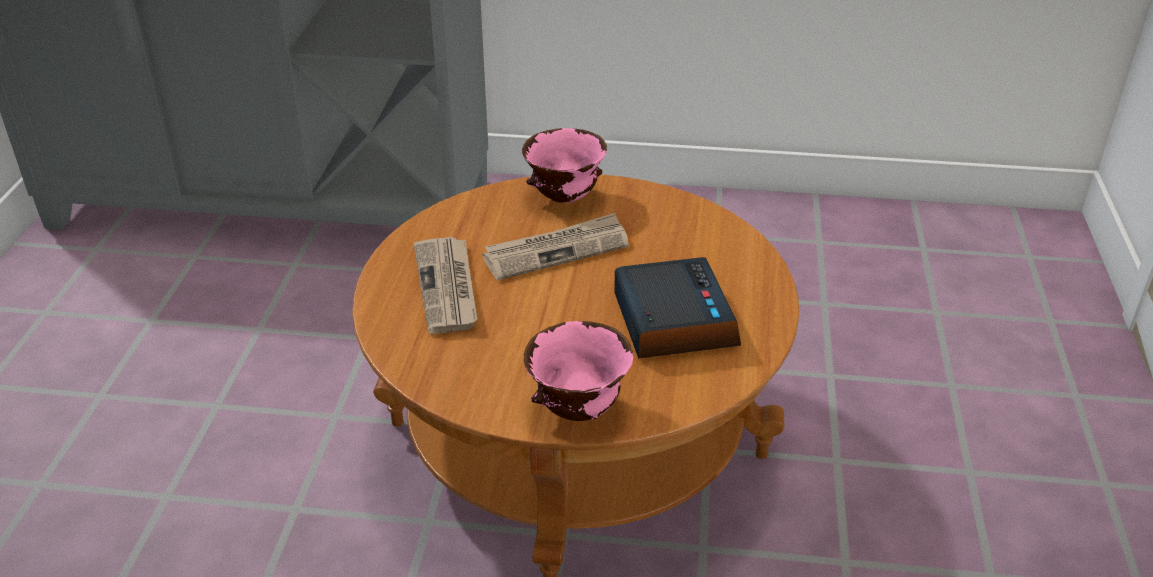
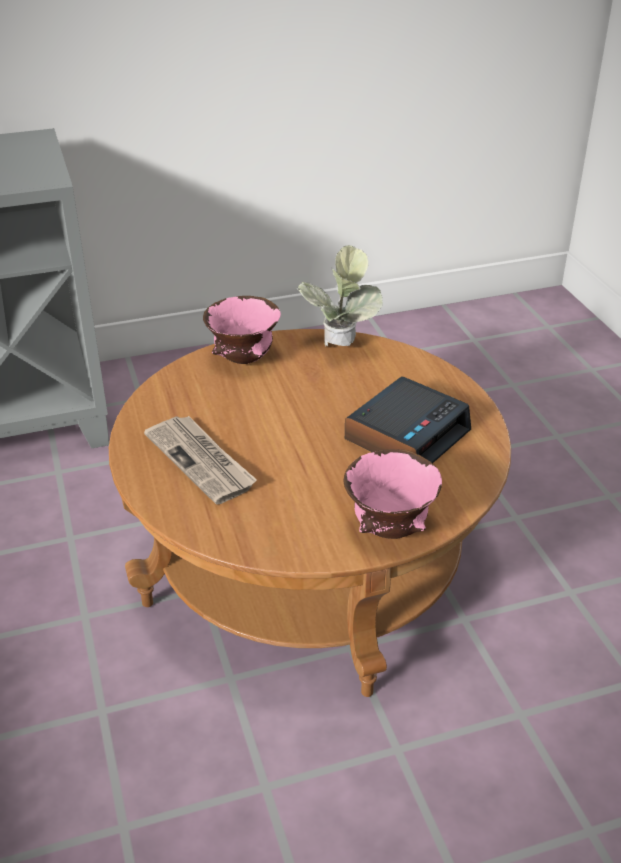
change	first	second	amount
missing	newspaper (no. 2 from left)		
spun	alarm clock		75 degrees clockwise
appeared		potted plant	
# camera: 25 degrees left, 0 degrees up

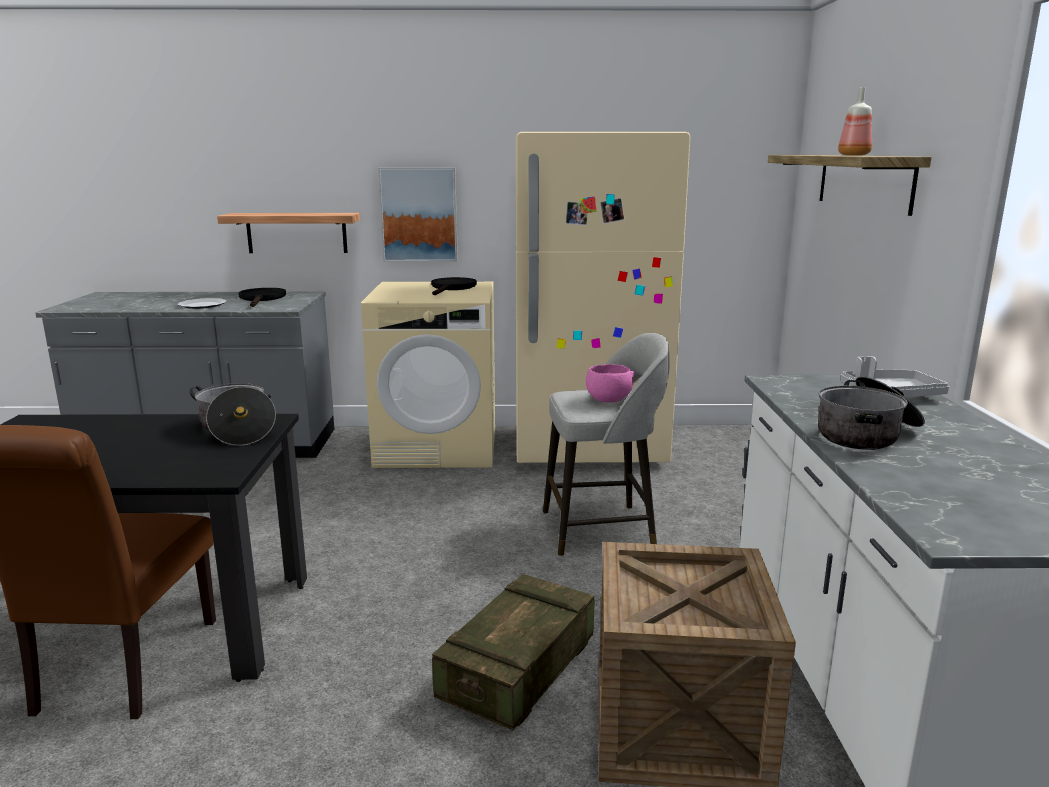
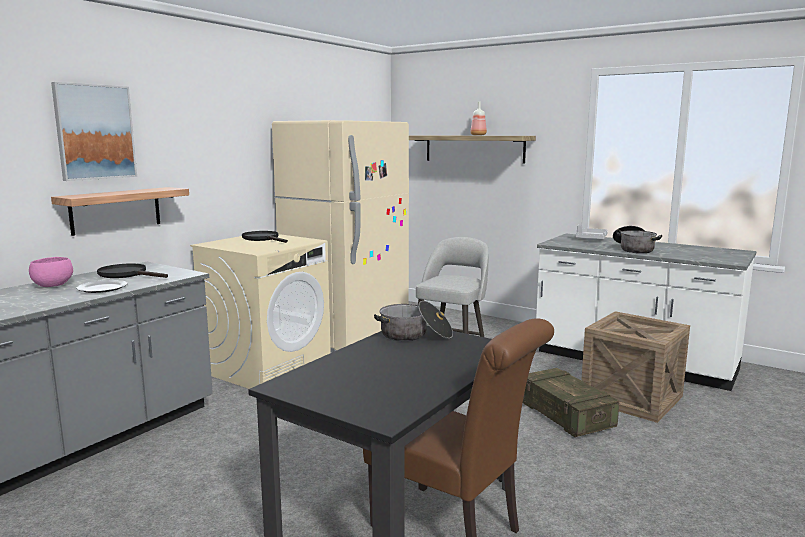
change	first	second	amount
relocated	picture		
relocated	bowl (pink)		
# camera: 55 degrees left, 5 degrees down

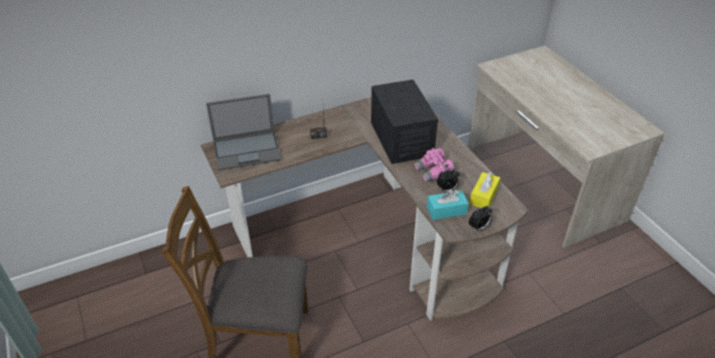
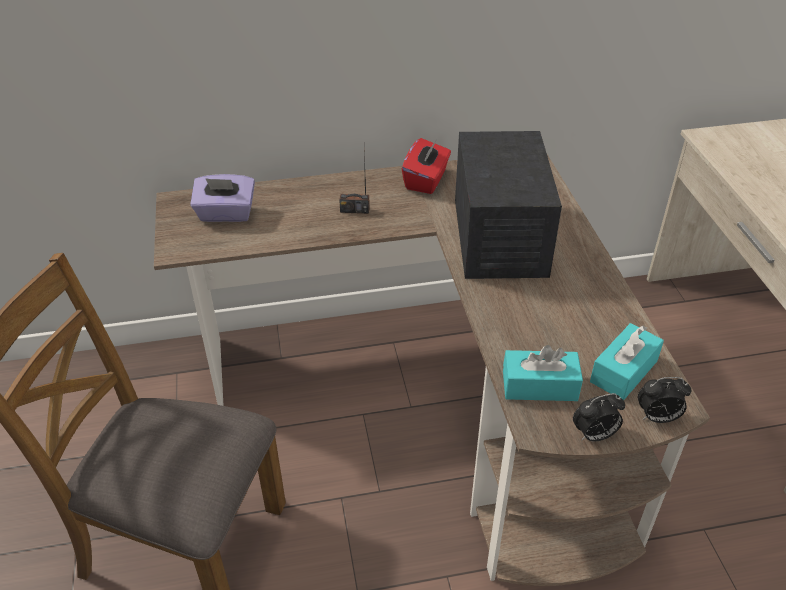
change	first	second	amount
exchanged	laptop	tissue box (purple)	
missing	binoculars (pink)		
relocated	alarm clock (no. 1 from left in the first image)	alarm clock (no. 2 from left)	
colour	tissue box (yellow)	tissue box (turquoise) (no. 2 from left)	
appeared		tissue box (red)	
# camera: 15 degrees right, 0 degrees up

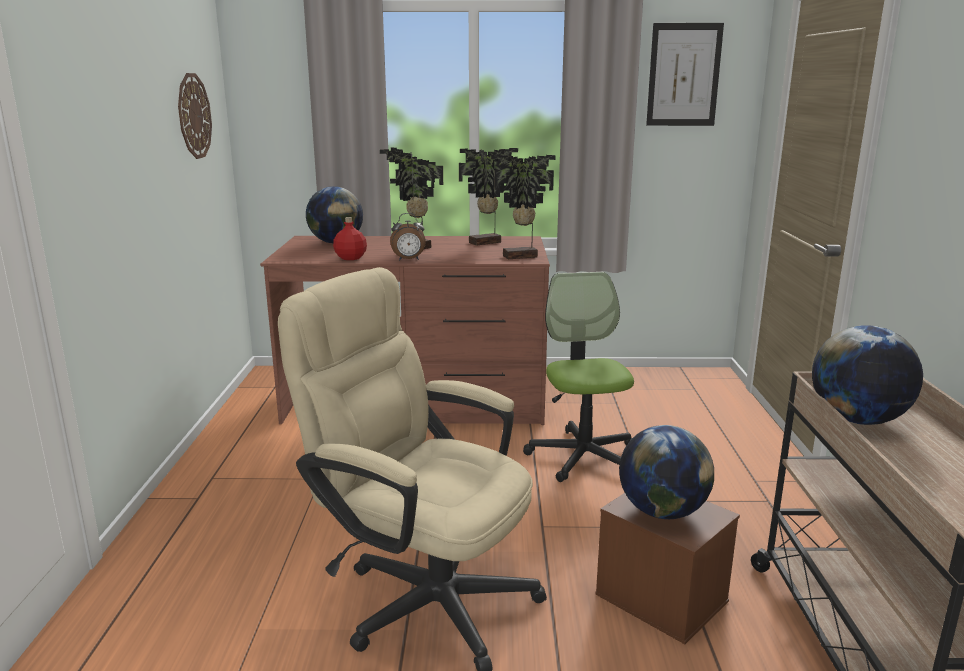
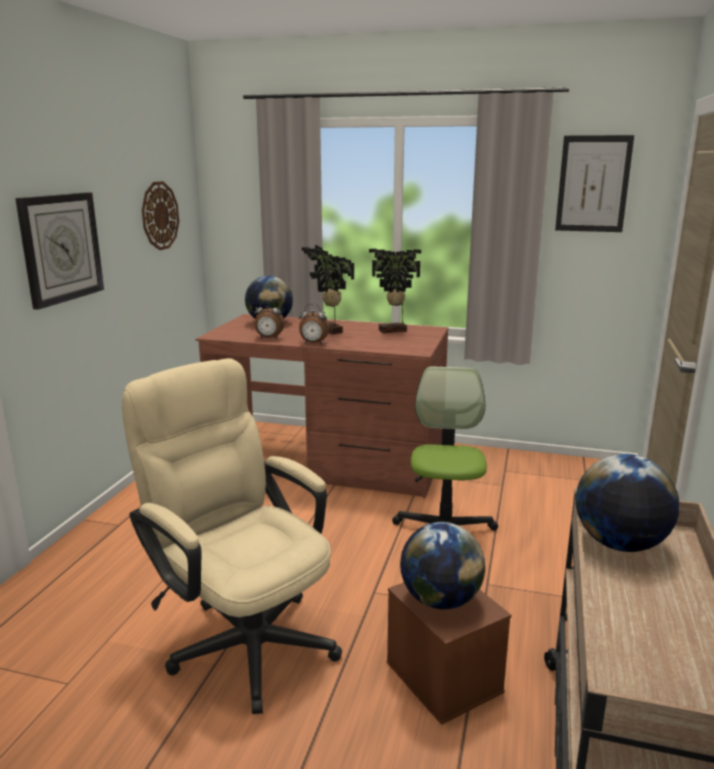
change	first	second	amount
missing	potted plant (no. 3 from left)		
exchanged	bottle (red)	alarm clock (no. 1 from left)	
appeared		wall clock (no. 1 from left)	
# camera: 15 degrees right, 0 degrees up

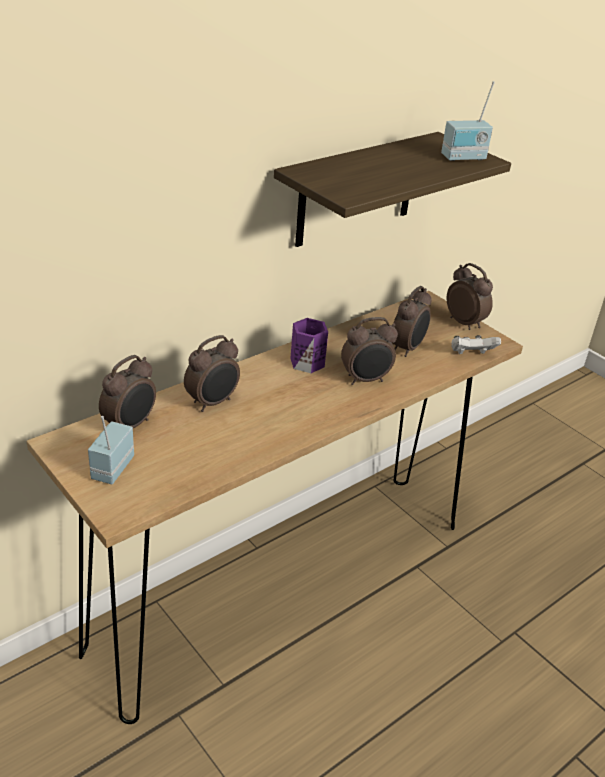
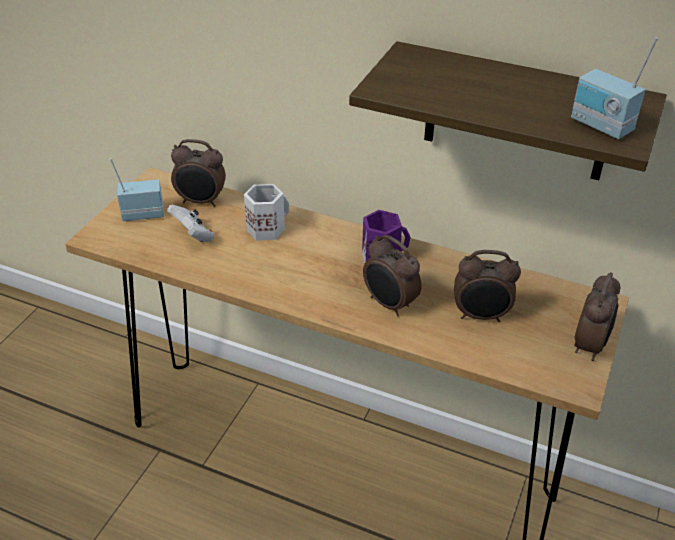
change	first	second	amount
exchanged	alarm clock (no. 2 from left)	mug (white)	
relocated	game controller (white)		
# camera: 65 degrees right, 5 degrees up

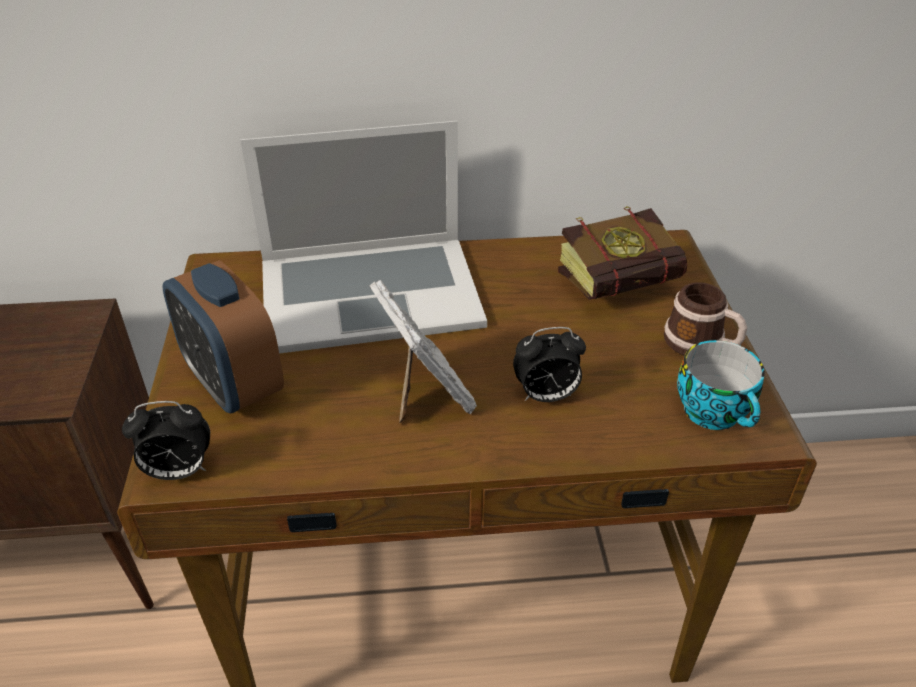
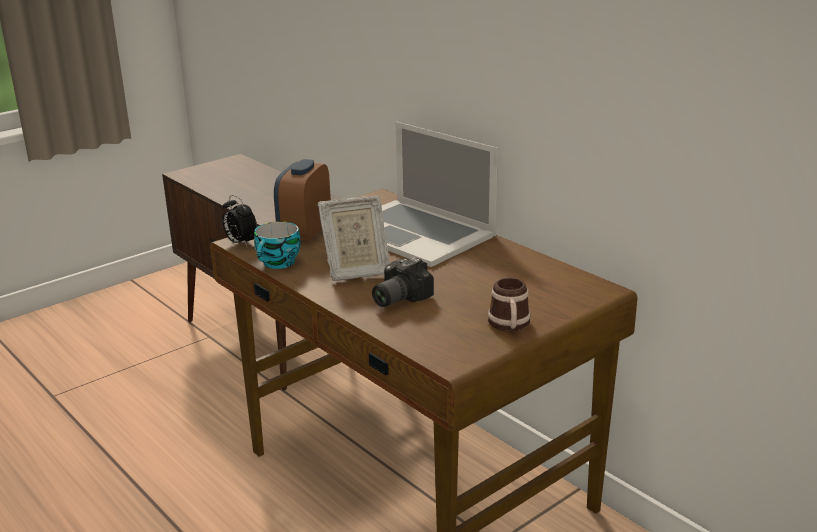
change	first	second	amount
missing	book		
spun	picture frame		45 degrees clockwise
exchanged	alarm clock (no. 3 from left)	photo camera	
relocated	cup		
# camera: 55 degrees right, 15 degrees down

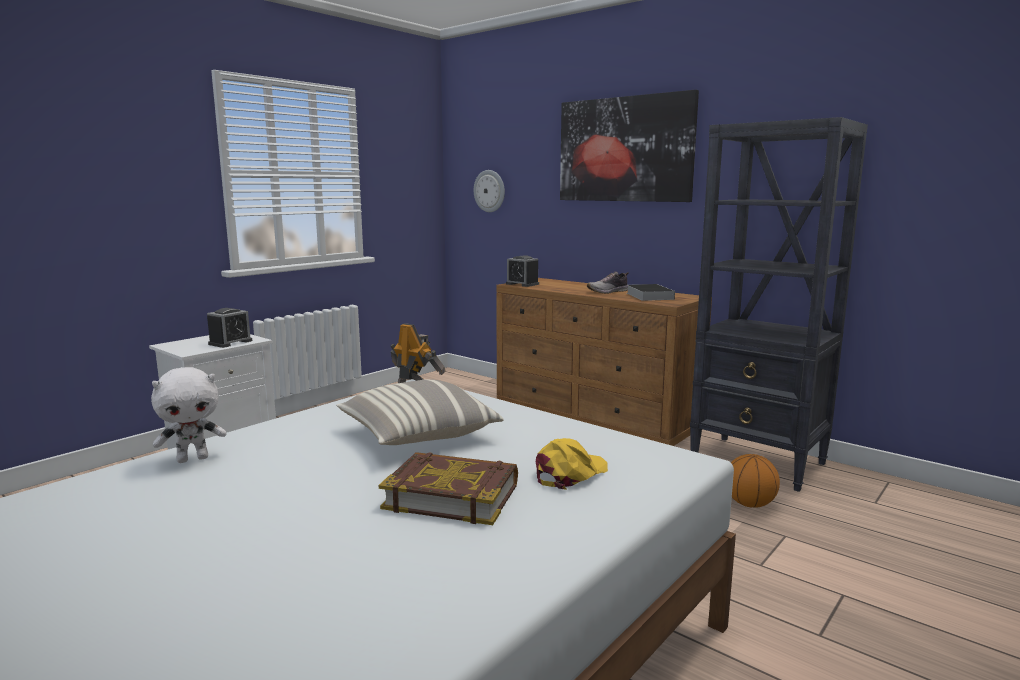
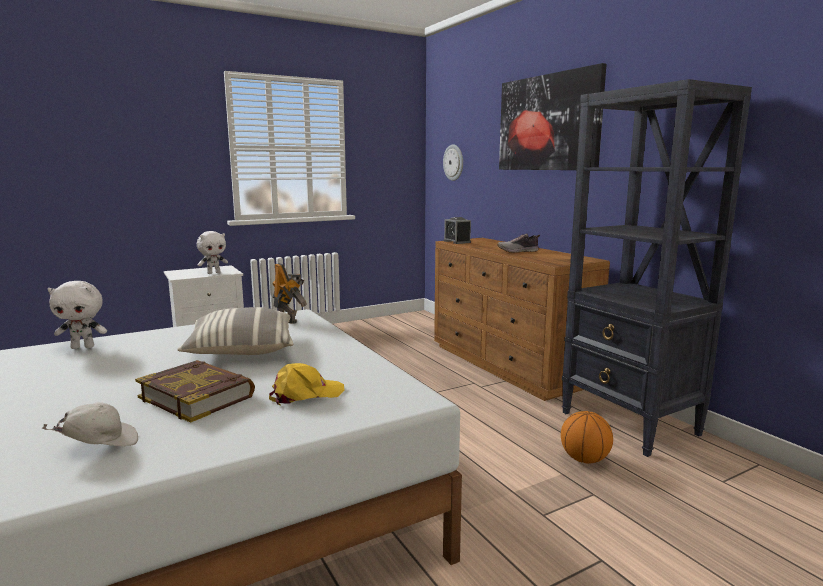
change	first	second	amount
missing	book (no. 2 from left)		
exchanged	alarm clock (no. 1 from left)	plush toy (white) (no. 2 from left)	
appeared		cap (white)	
# camera: 20 degrees right, 0 degrees up

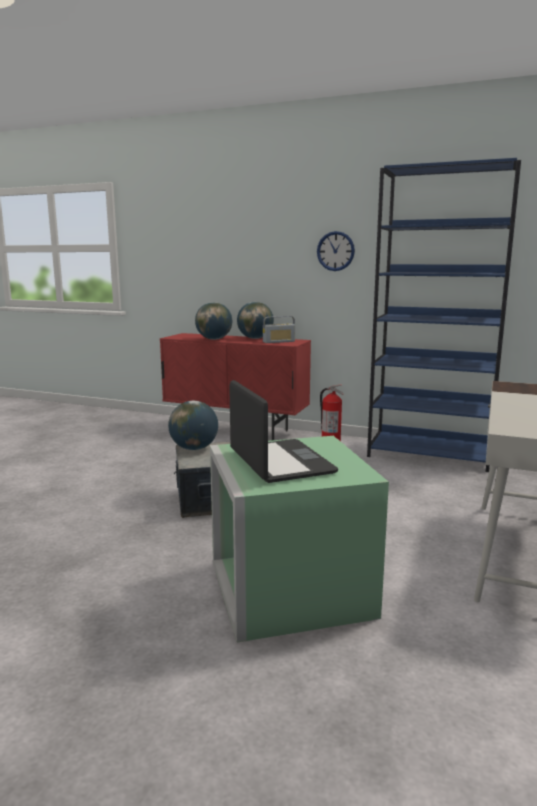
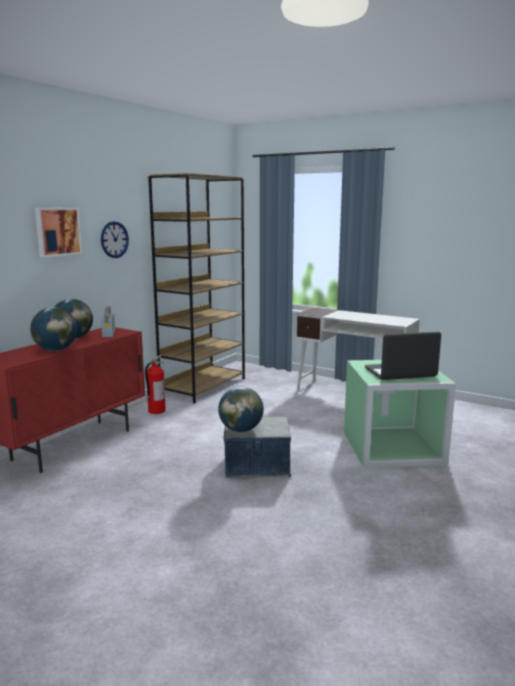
change	first	second	amount
colour	bookcase (blue)	bookcase (brown)	
appeared		picture	
# camera: 80 degrees left, 0 degrees up

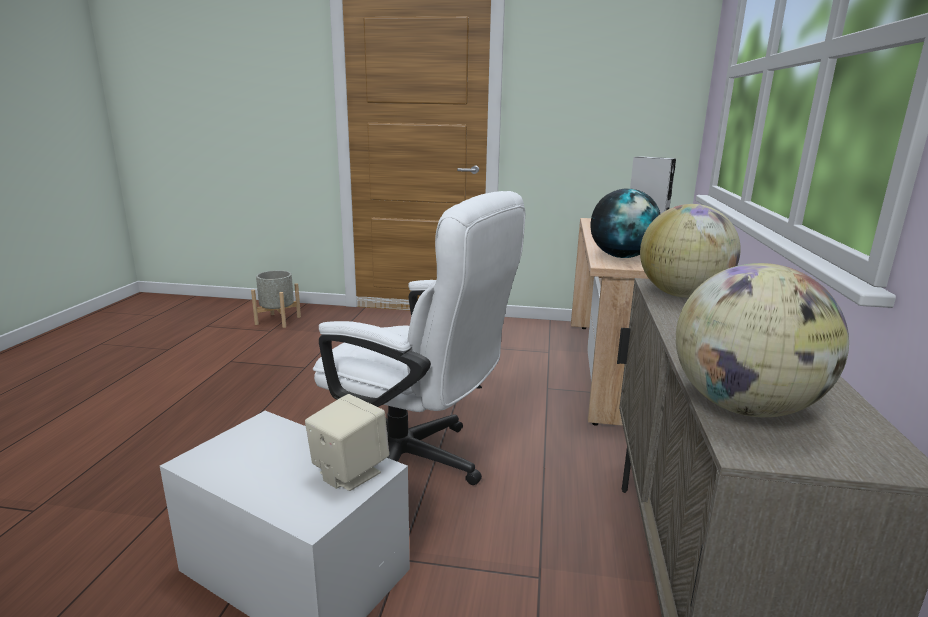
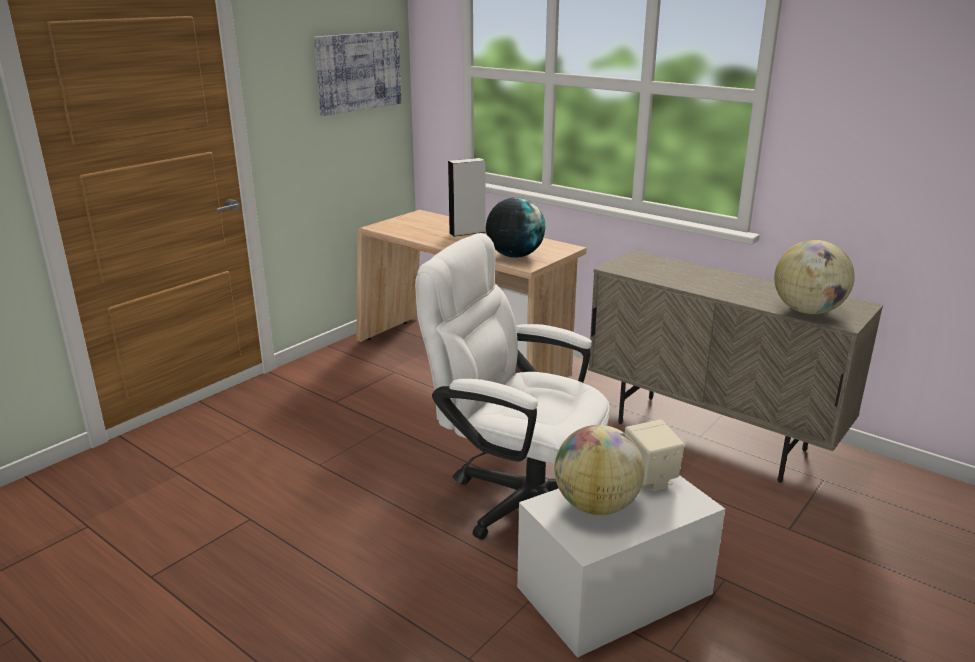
change	first	second	amount
spun	office chair (white)		120 degrees counterclockwise
relocated	globe (no. 2 from left)		
missing	planter (grey)		
appeared		picture	
# camera: 60 degrees left, 5 degrees up

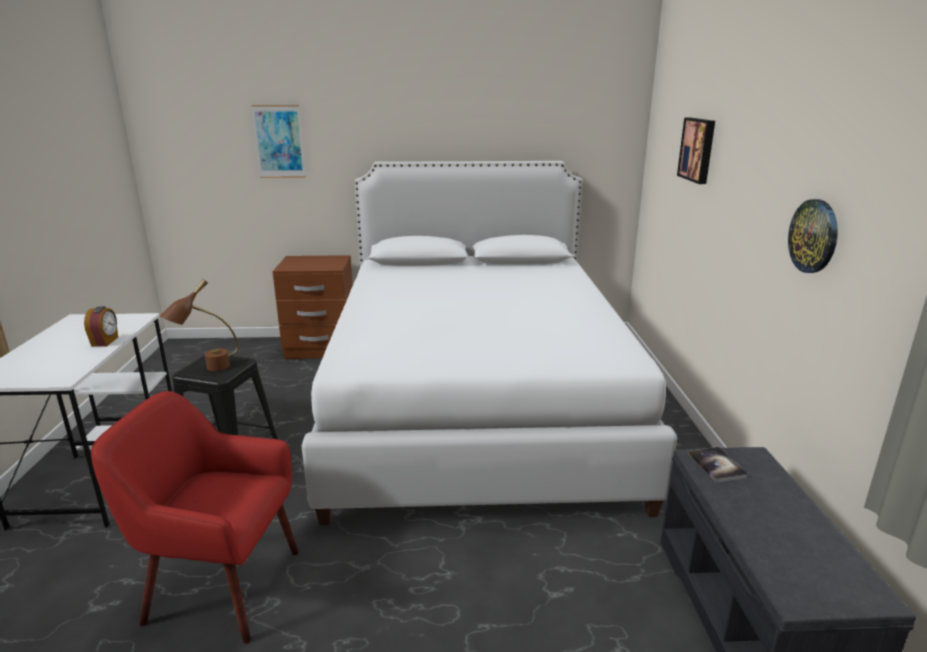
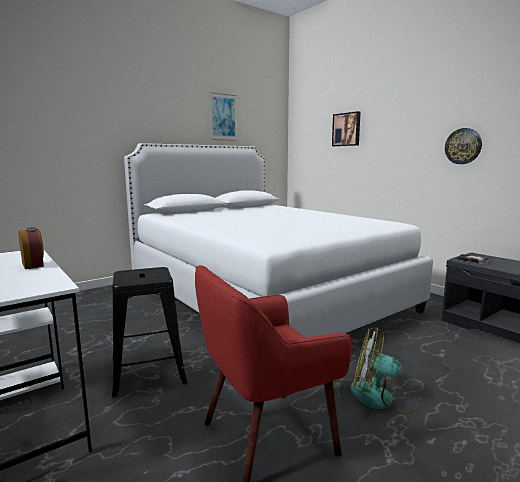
change	first	second	amount
relocated	picture (no. 1 from left)		
missing	nightstand (brown)		
missing	table lamp (brown)		
appeared		fan	
# camera: 35 degrees left, 10 degrees down

